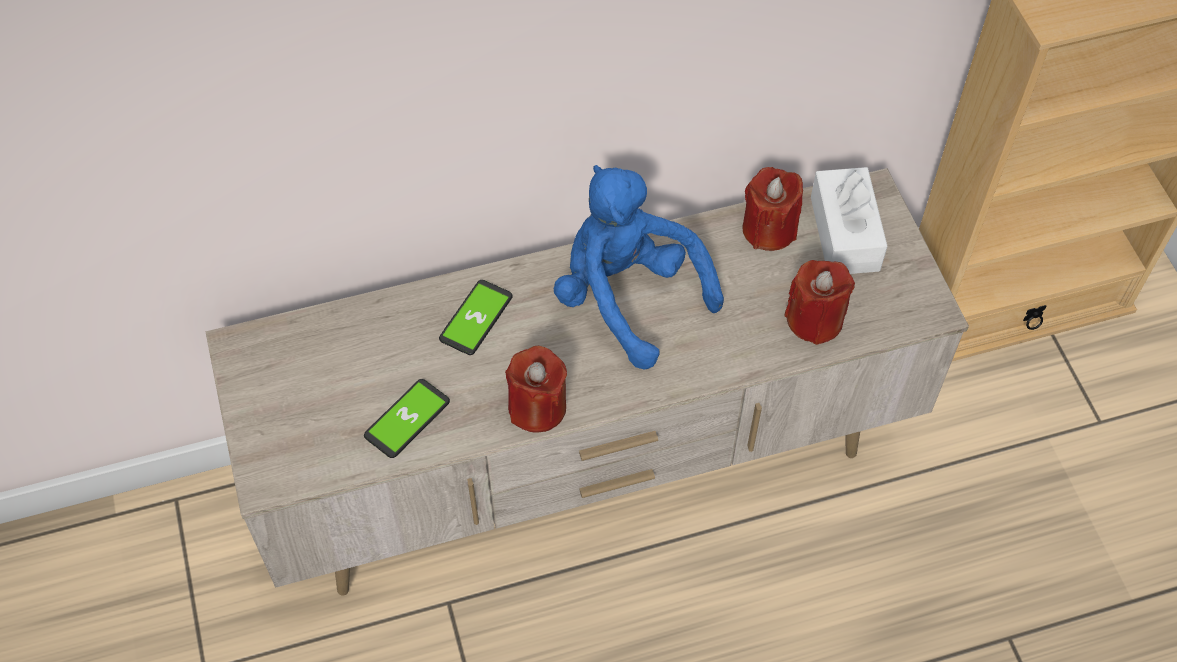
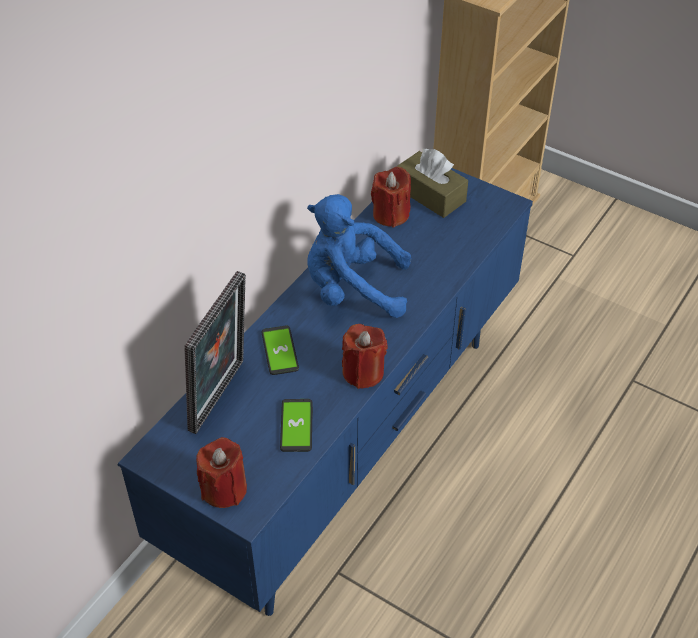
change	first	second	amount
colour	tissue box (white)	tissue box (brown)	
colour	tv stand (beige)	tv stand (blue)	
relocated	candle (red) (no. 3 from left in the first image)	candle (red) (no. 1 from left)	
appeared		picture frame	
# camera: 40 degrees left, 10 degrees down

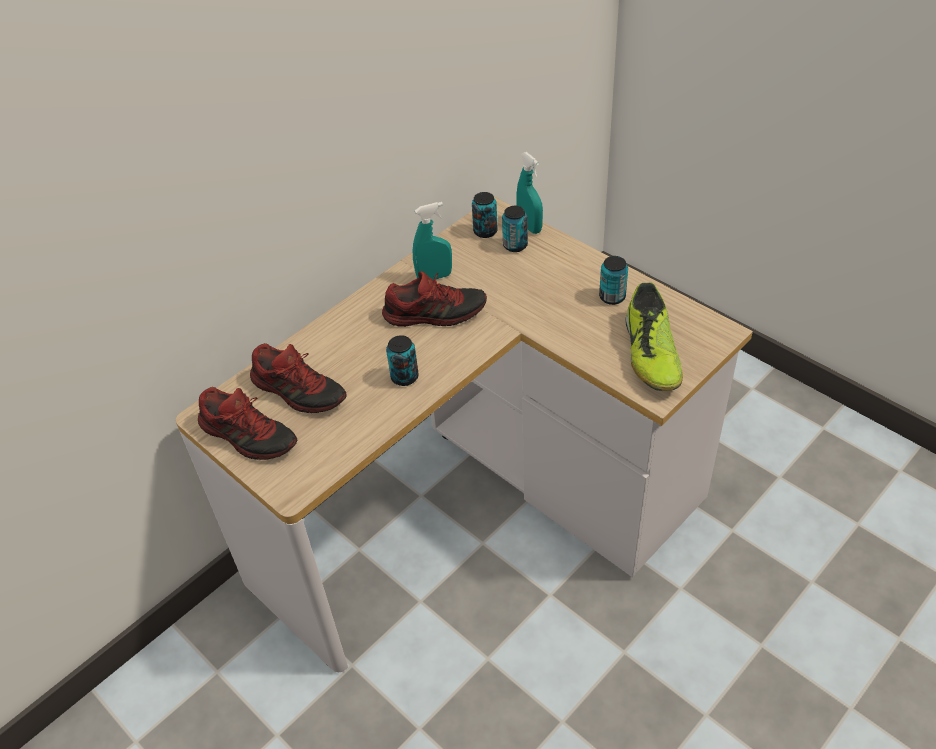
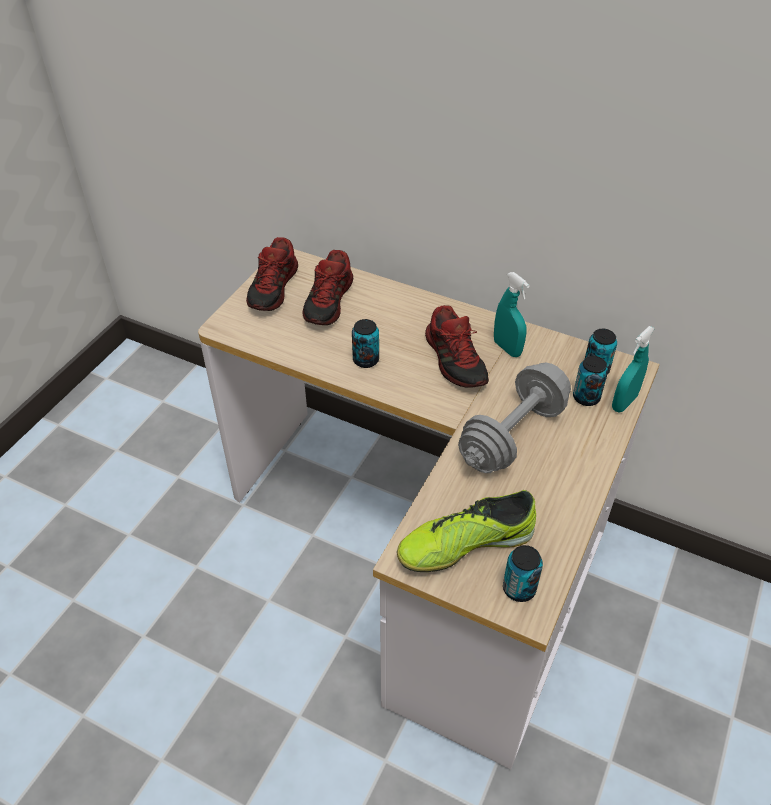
change	first	second	amount
relocated	can (no. 4 from left in the first image)	can (no. 2 from left)	
appeared		dumbbell (grey)	
# camera: 70 degrees right, 0 degrees up

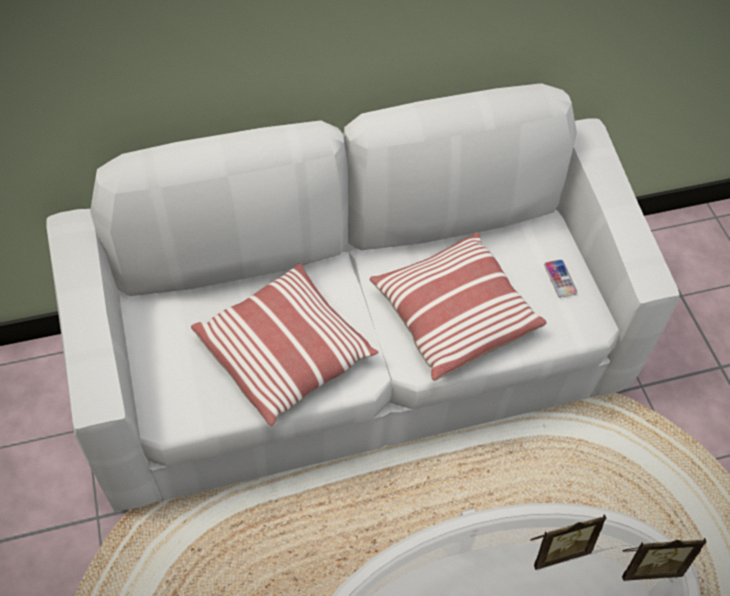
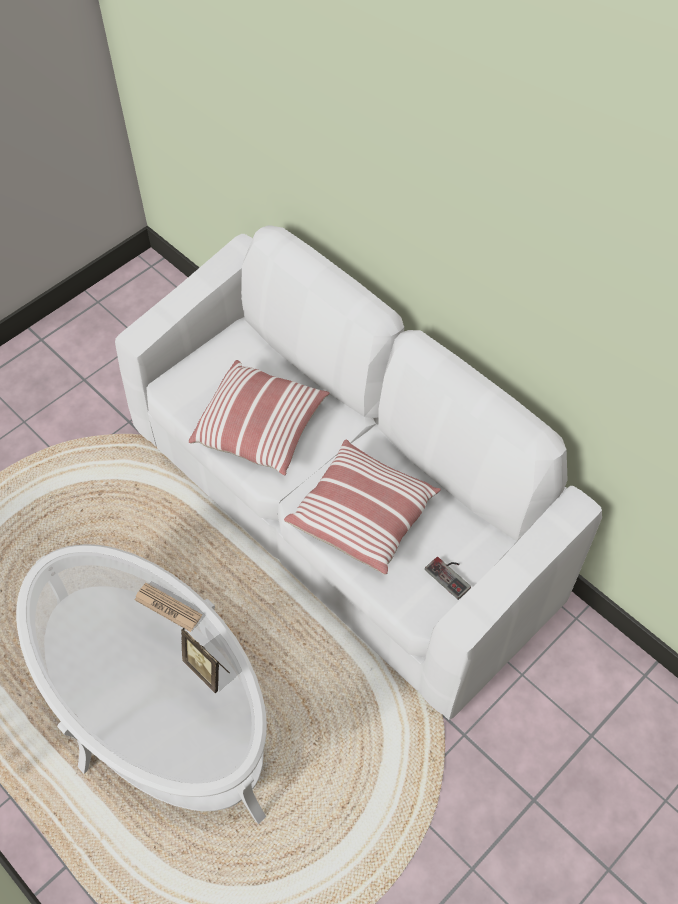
change	first	second	amount
exchanged	phone	game controller	
missing	picture frame (no. 2 from left)		
appeared		newspaper	
# camera: 65 degrees right, 0 degrees up

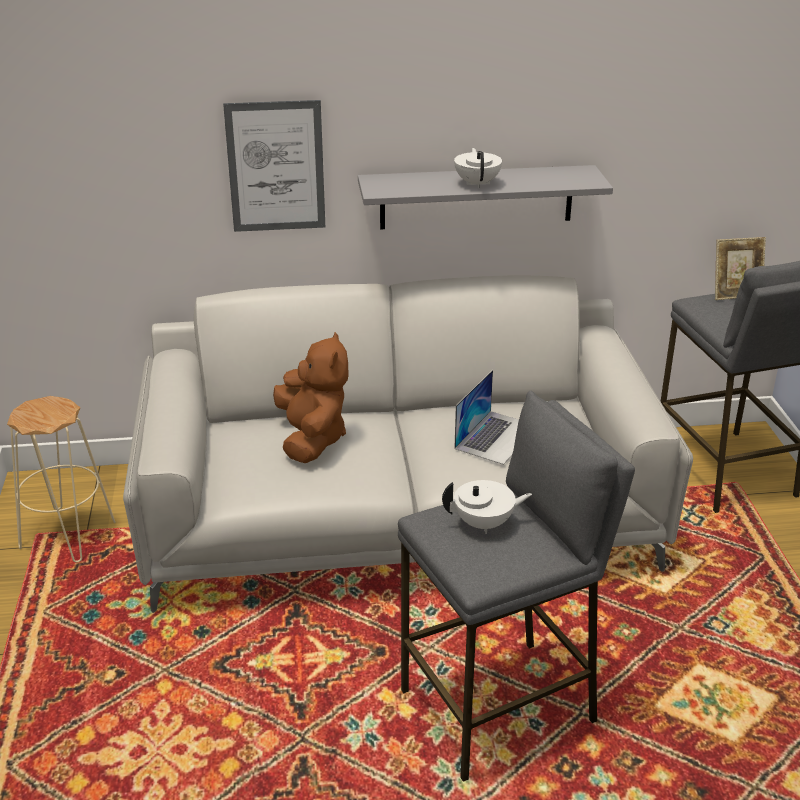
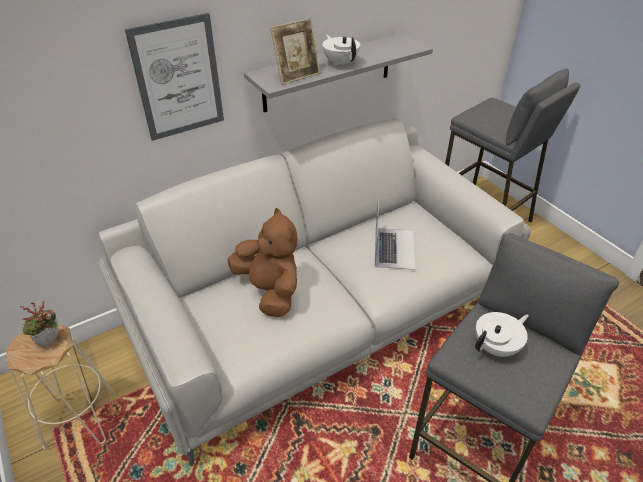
change	first	second	amount
relocated	picture frame		
appeared		potted plant	
# camera: 25 degrees left, 10 degrees up

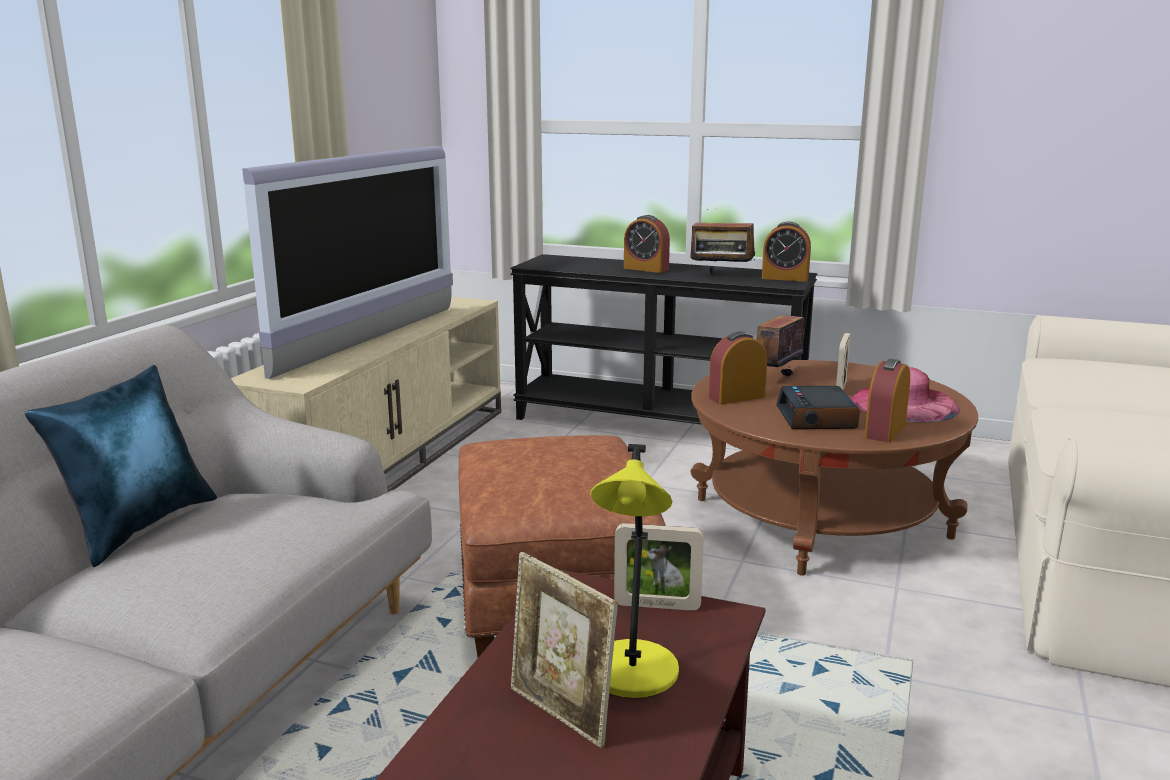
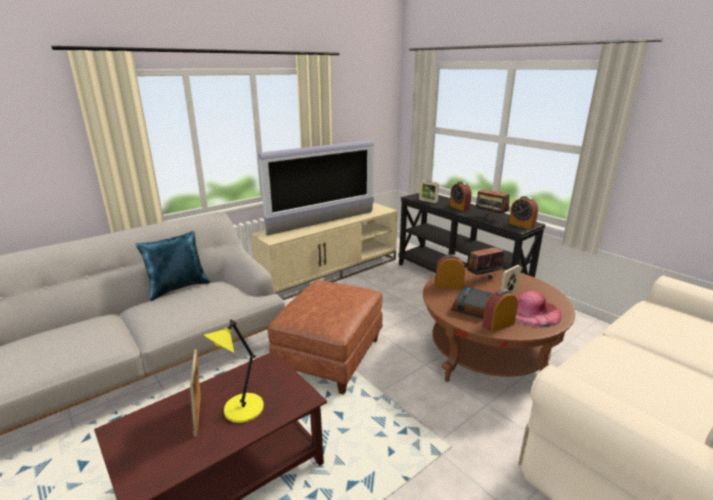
change	first	second	amount
relocated	picture frame (no. 2 from left)		
# camera: 30 degrees right, 5 degrees up

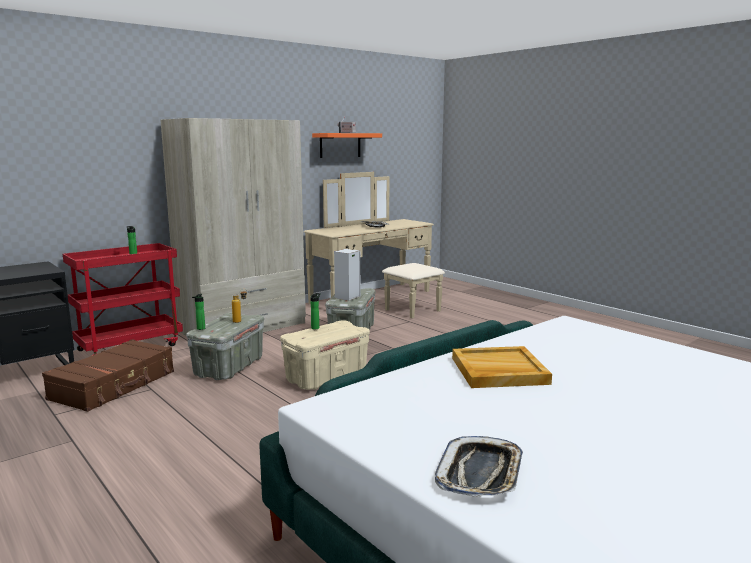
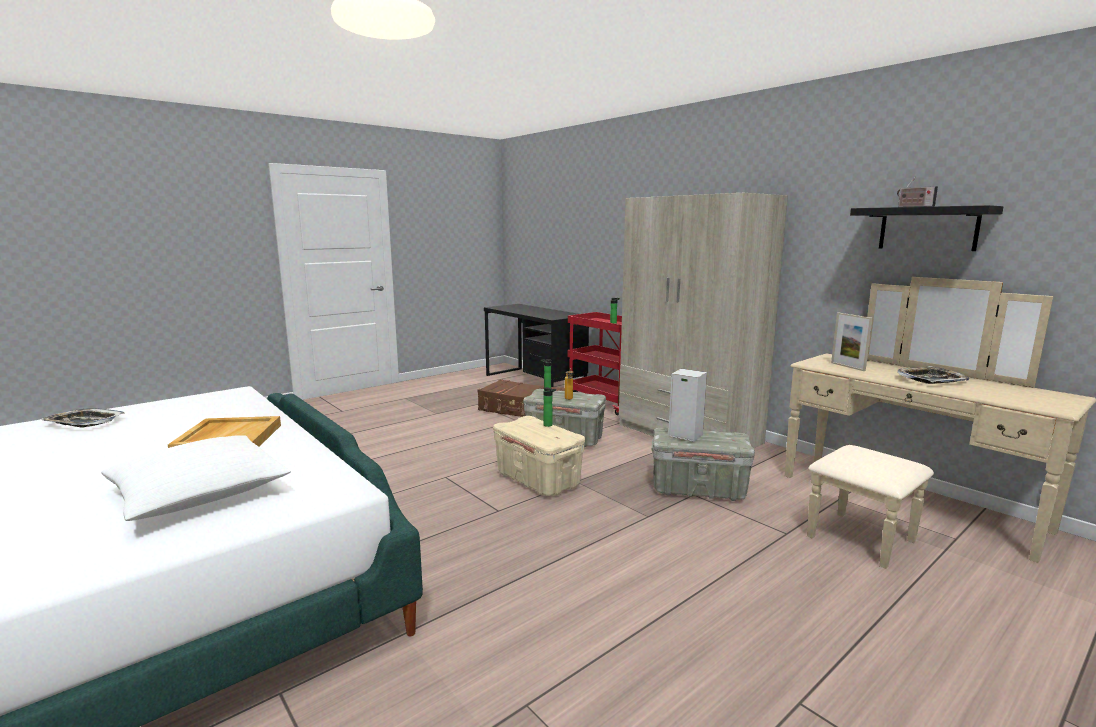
change	first	second	amount
colour	shelf (orange)	shelf (black)	
appeared		picture frame	
appeared		pillow (white)	
# camera: 90 degrees right, 0 degrees up

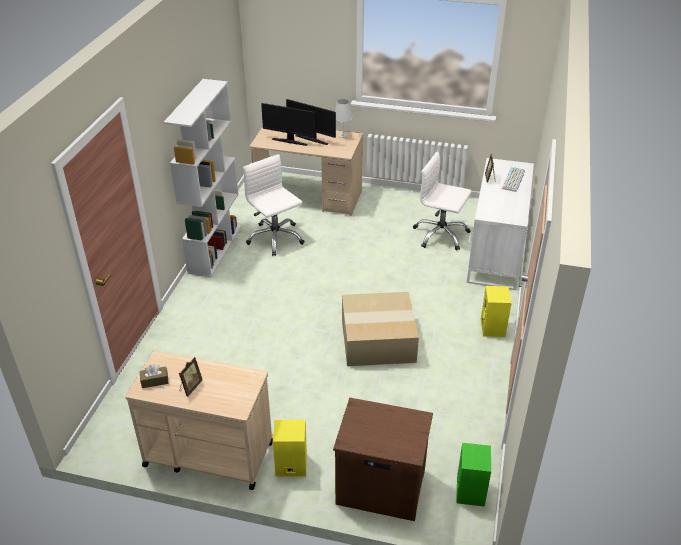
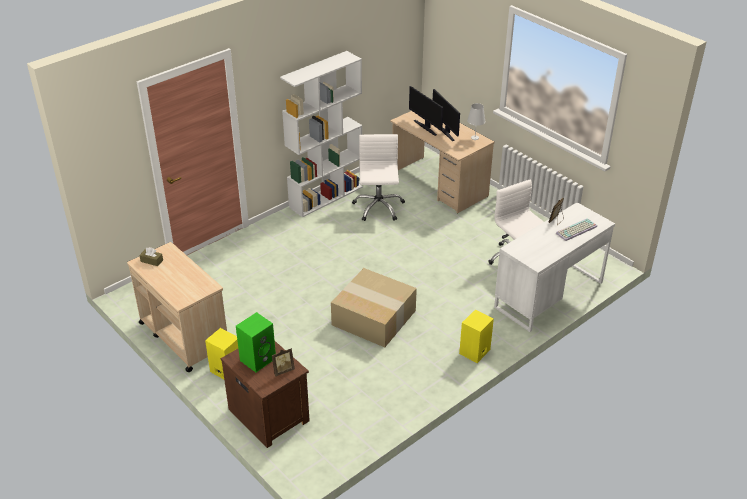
change	first	second	amount
relocated	picture frame (no. 1 from left)		
relocated	speaker (green)		
# camera: 35 degrees right, 0 degrees up

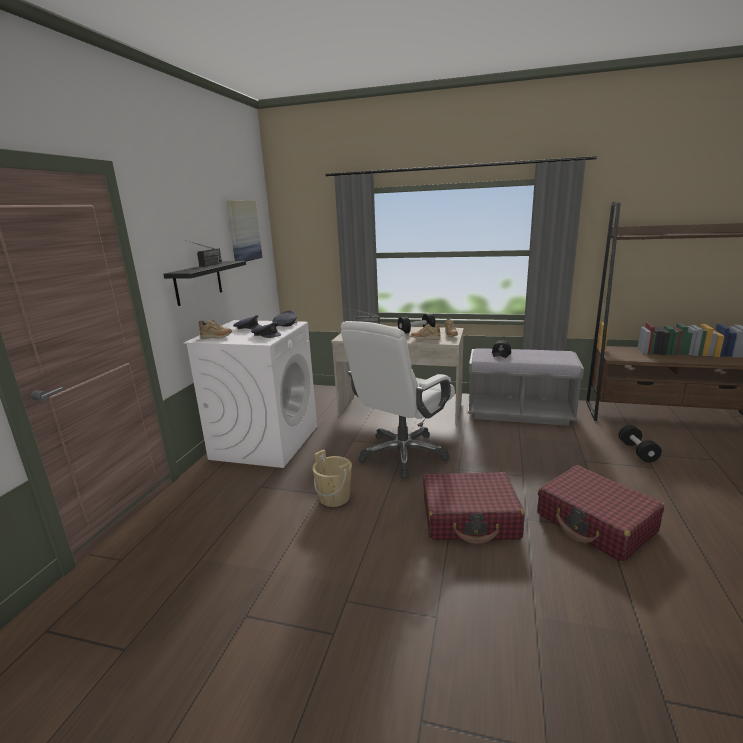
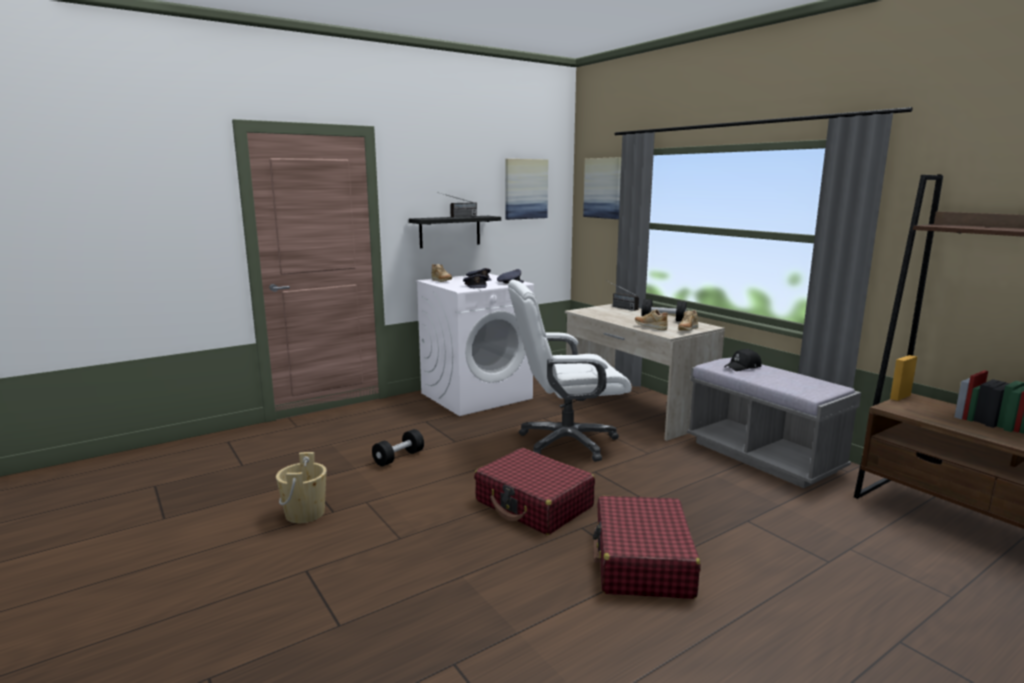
change	first	second	amount
relocated	dumbbell (black) (no. 2 from left in the first image)	dumbbell (black) (no. 1 from left)	
relocated	bucket (beige)		
appeared		picture (no. 2 from left)	
# camera: 40 degrees right, 5 degrees down

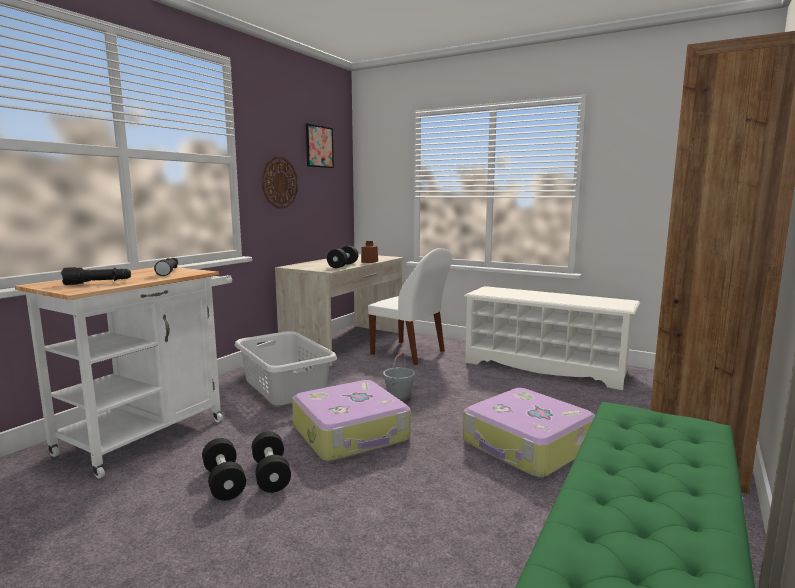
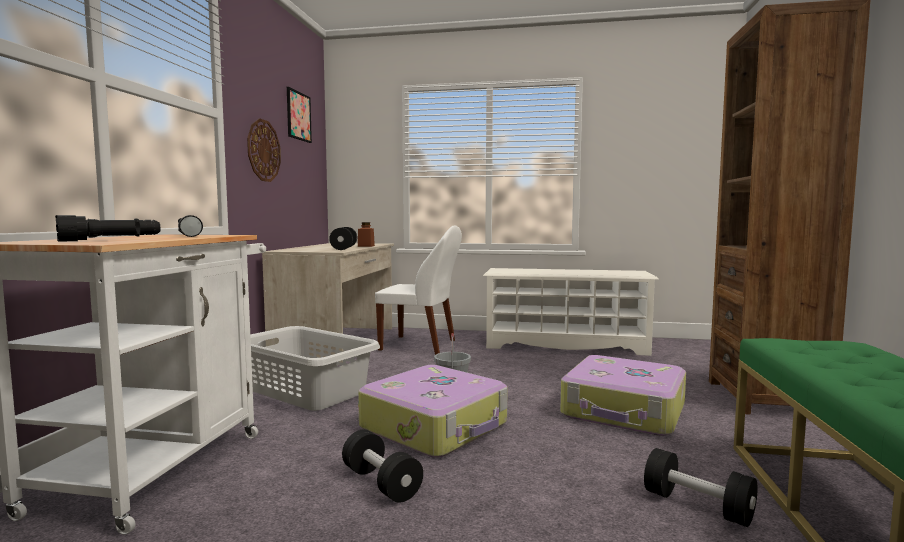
change	first	second	amount
relocated	dumbbell (black) (no. 1 from left in the first image)	dumbbell (black) (no. 3 from left)	
# camera: 20 degrees left, 5 degrees down

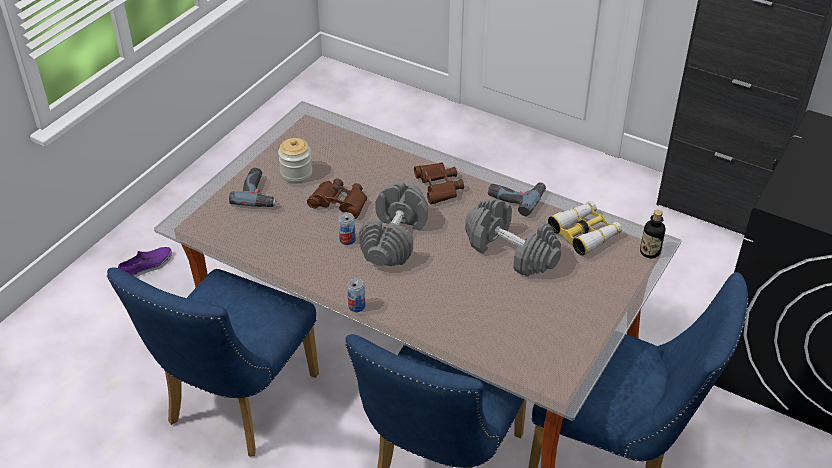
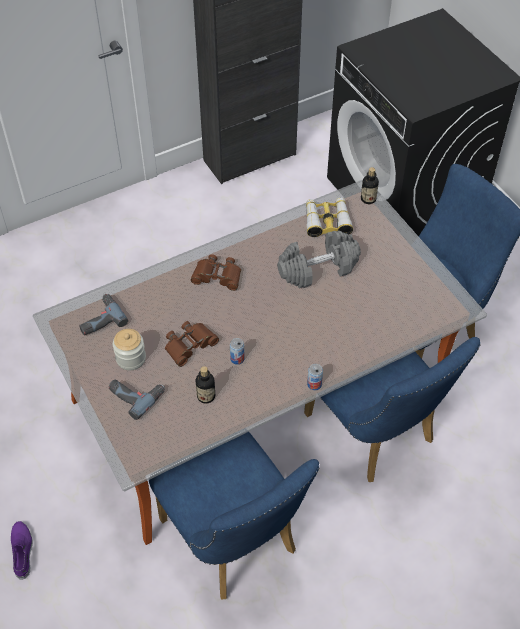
change	first	second	amount
missing	dumbbell (grey) (no. 1 from left)		
relocated	power drill (no. 2 from left in the first image)	power drill (no. 1 from left)	
appeared		bottle (no. 1 from left)	
# camera: 60 degrees left, 10 degrees up

